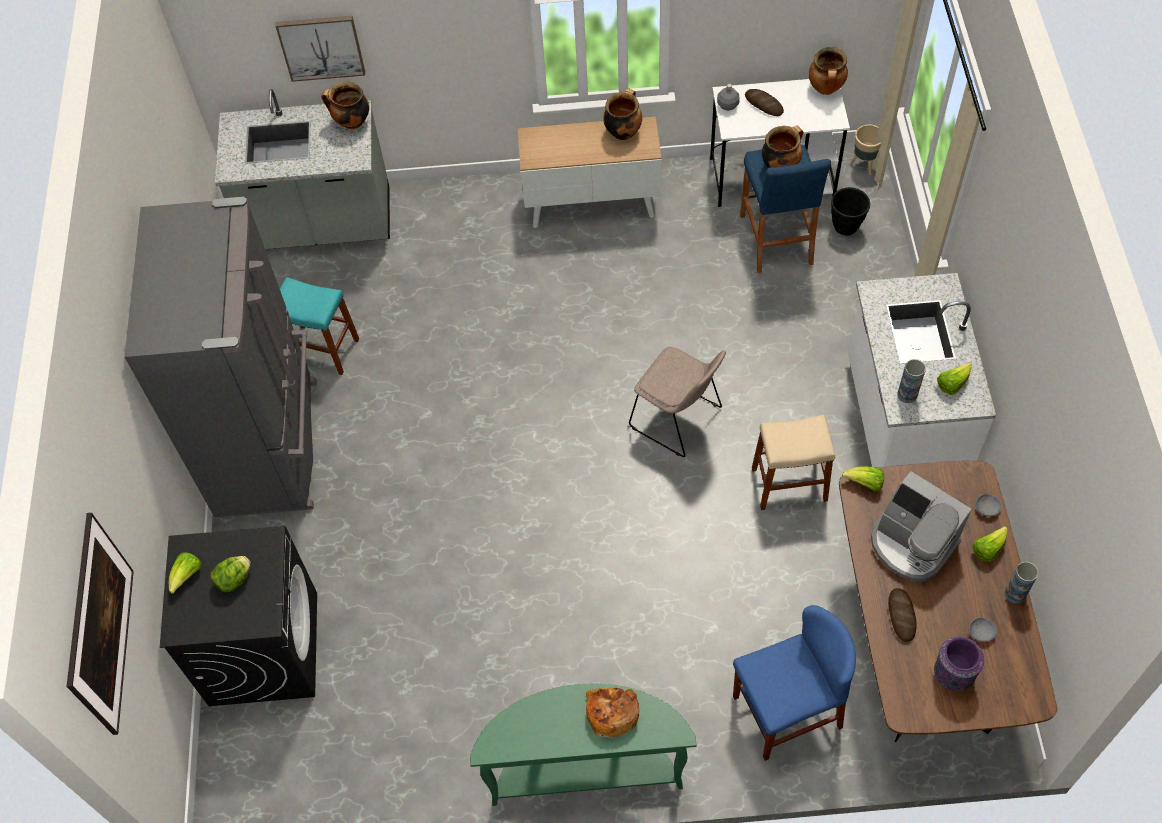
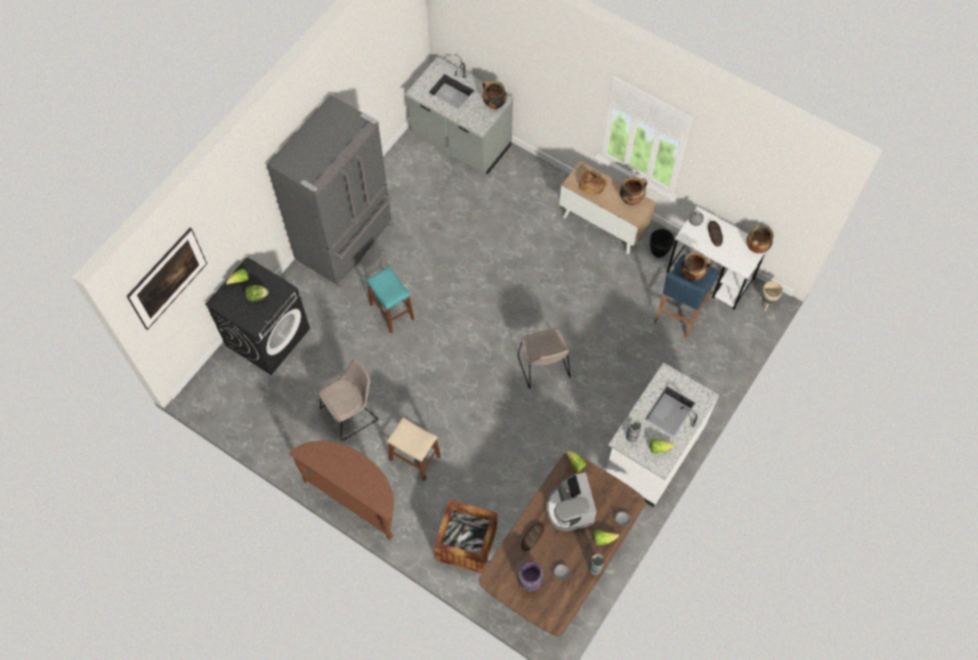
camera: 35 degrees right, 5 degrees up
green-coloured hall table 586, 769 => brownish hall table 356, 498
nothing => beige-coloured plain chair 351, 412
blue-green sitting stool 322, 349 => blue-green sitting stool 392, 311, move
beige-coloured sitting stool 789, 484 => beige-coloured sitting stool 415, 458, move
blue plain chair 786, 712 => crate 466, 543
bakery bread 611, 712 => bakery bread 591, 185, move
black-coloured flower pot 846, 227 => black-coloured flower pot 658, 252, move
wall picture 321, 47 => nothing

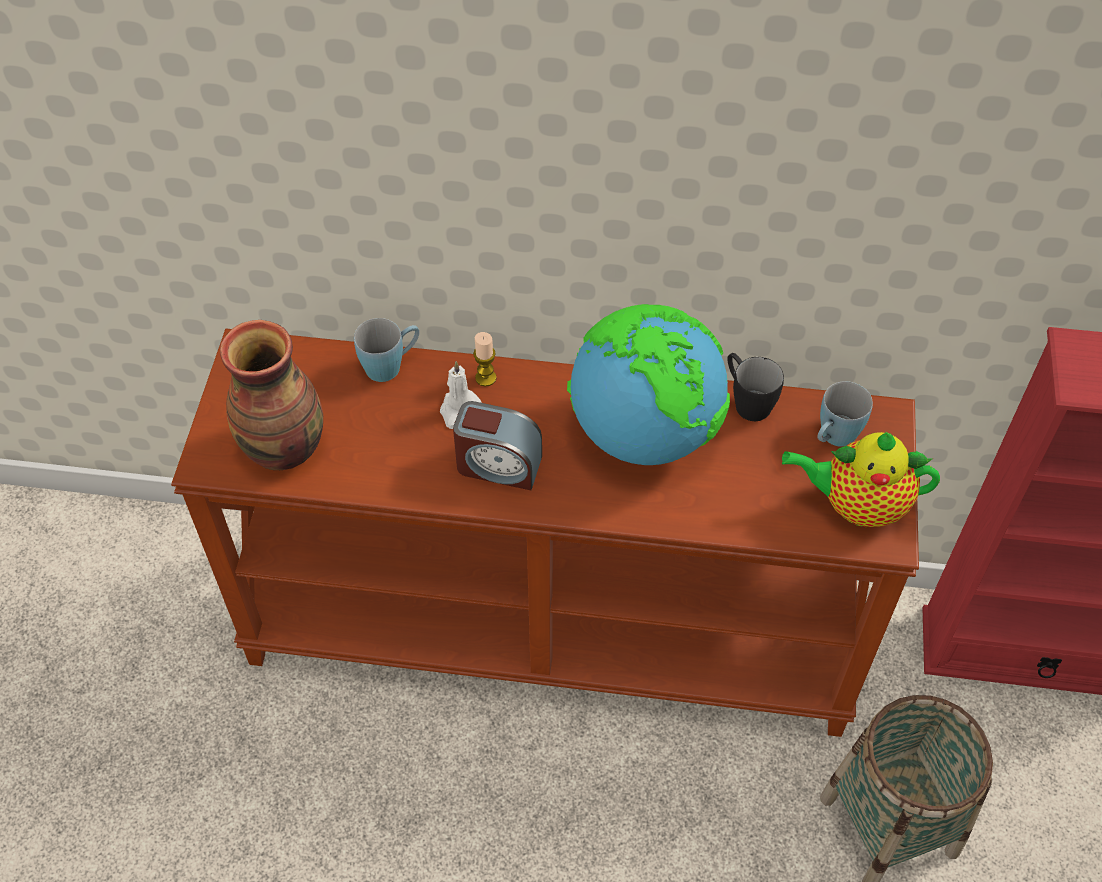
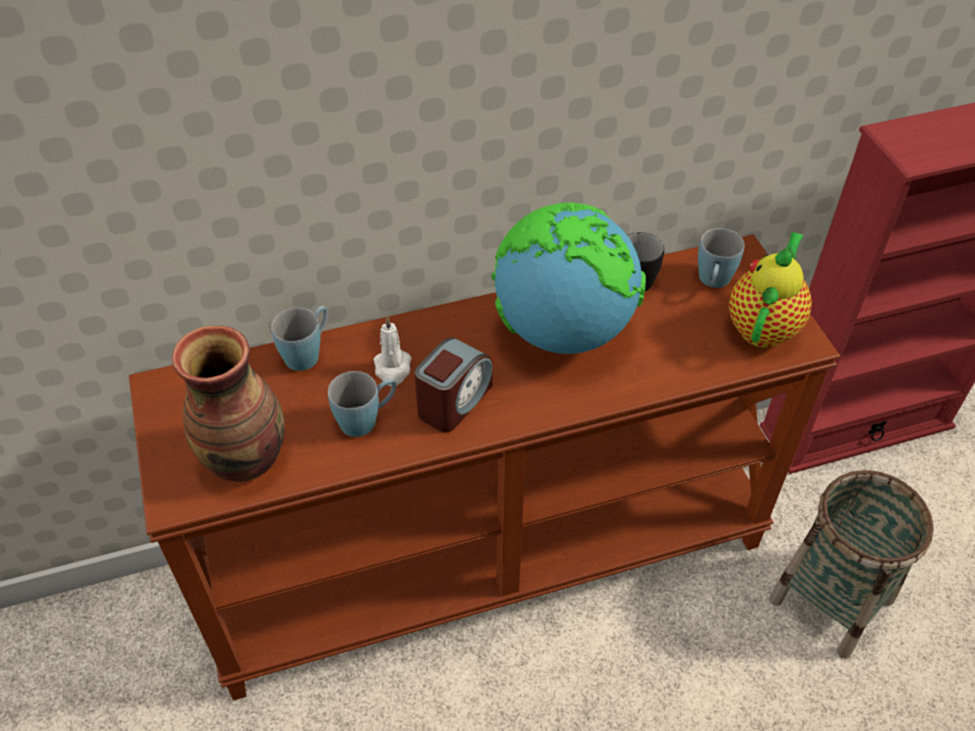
camera: 25 degrees left, 5 degrees down
nothing => blue coffee mug 366, 419
table clock 498, 465 => table clock 454, 401, 45 degrees counterclockwise
teapot 856, 505 => teapot 764, 325, 135 degrees clockwise
wax candle 485, 378 => nothing

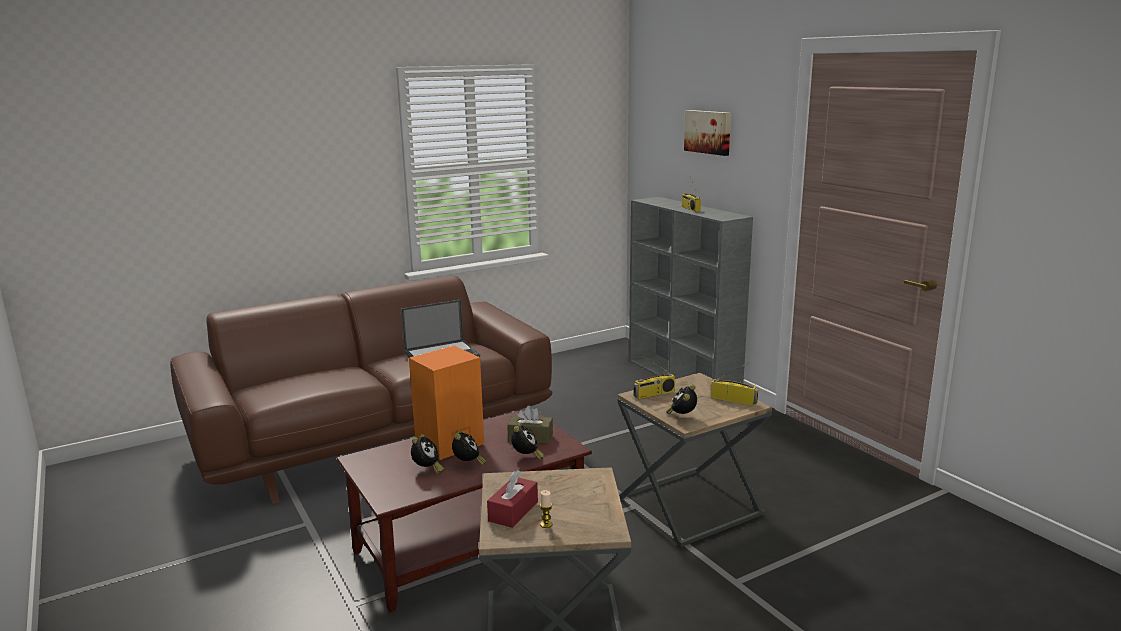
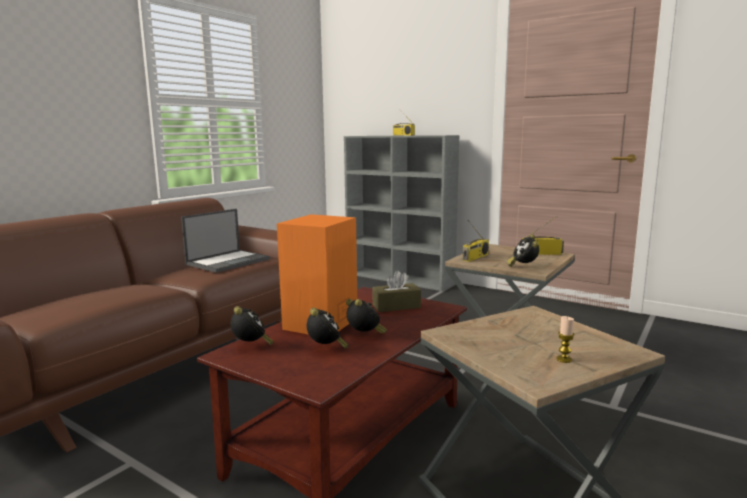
camera: 25 degrees left, 5 degrees down
table clock 526, 457 => table clock 251, 346, move
reddish tissue box 513, 511 => nothing
wall picture 708, 132 => nothing

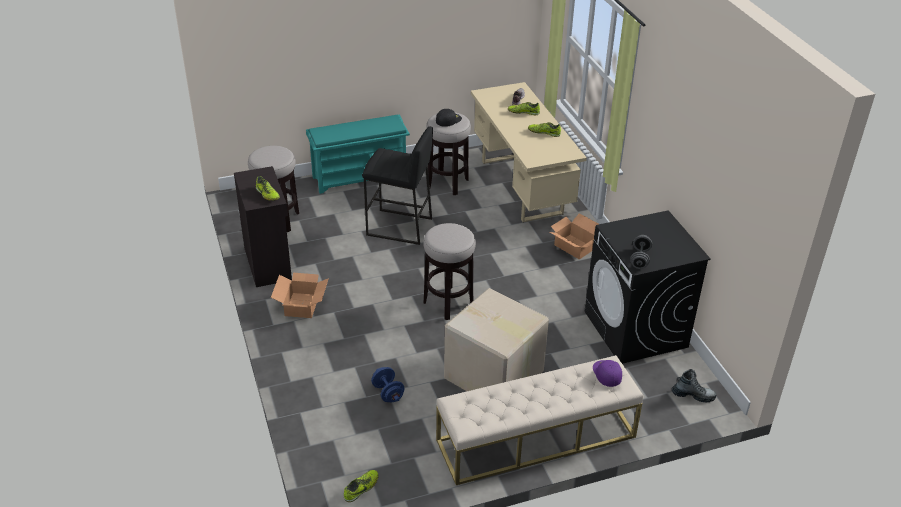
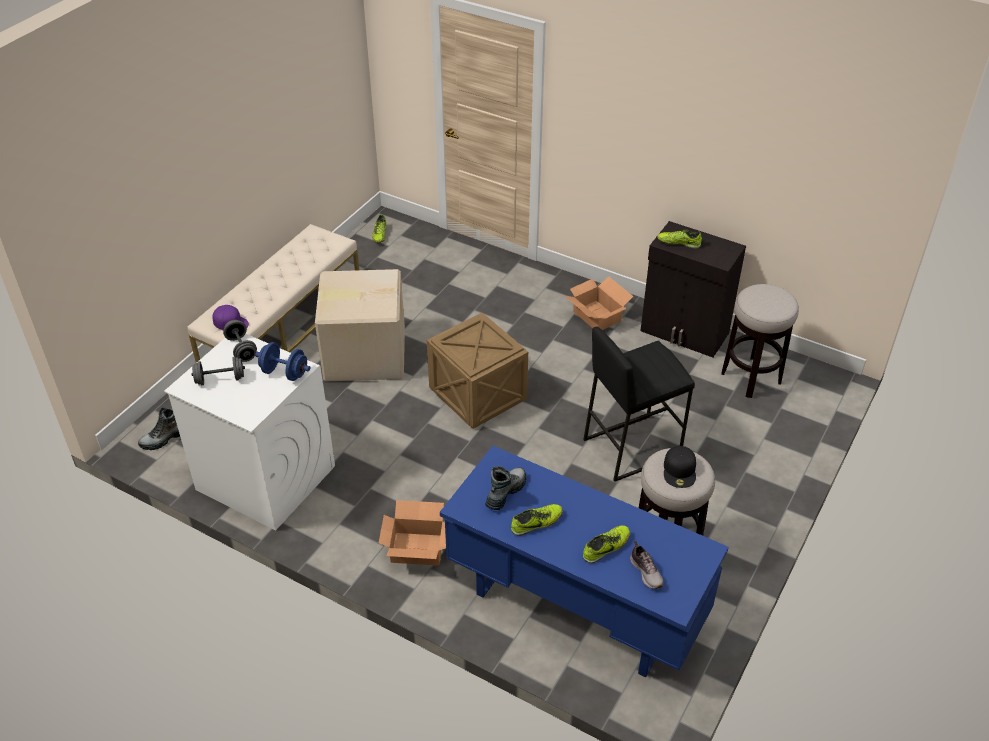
camera: 140 degrees right, 5 degrees up
black-coloured washing machine 636, 329 => white washing machine 265, 477
nothing => grey hand weight 220, 379
blue hand weight 388, 393 => blue hand weight 284, 373, move
sitting stool 448, 303 => crate 477, 393
beige-coloured desk unit 522, 187 => blue desk unit 573, 609
nothing => boot 505, 492
blue-green shoe shelf 360, 177 => nothing

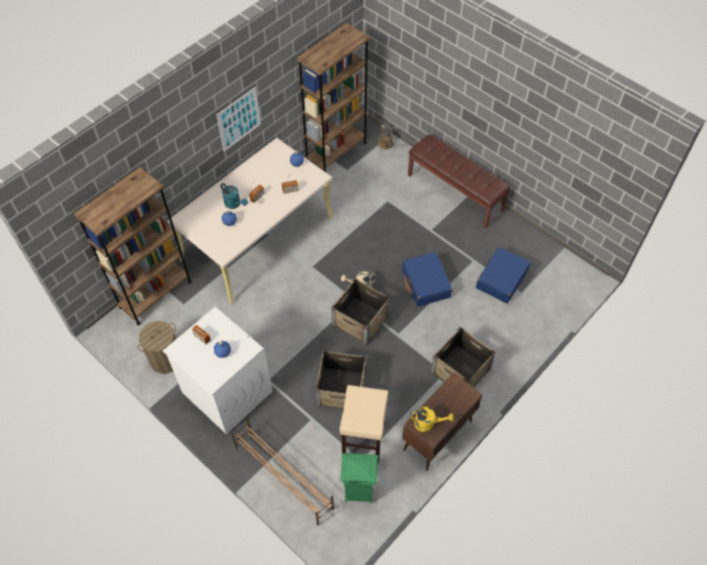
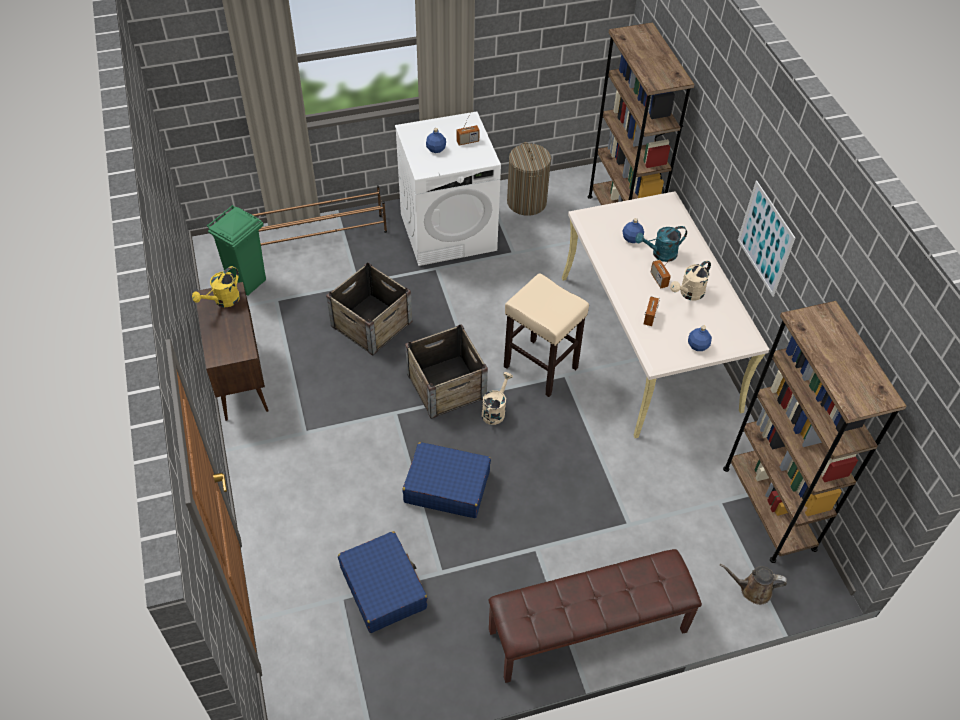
camera: 120 degrees right, 5 degrees down
beige-coloured sitting stool 363, 440 => beige-coloured sitting stool 539, 367, move
nothing => beige-coloured watering can 689, 294
crate 460, 370 => nothing

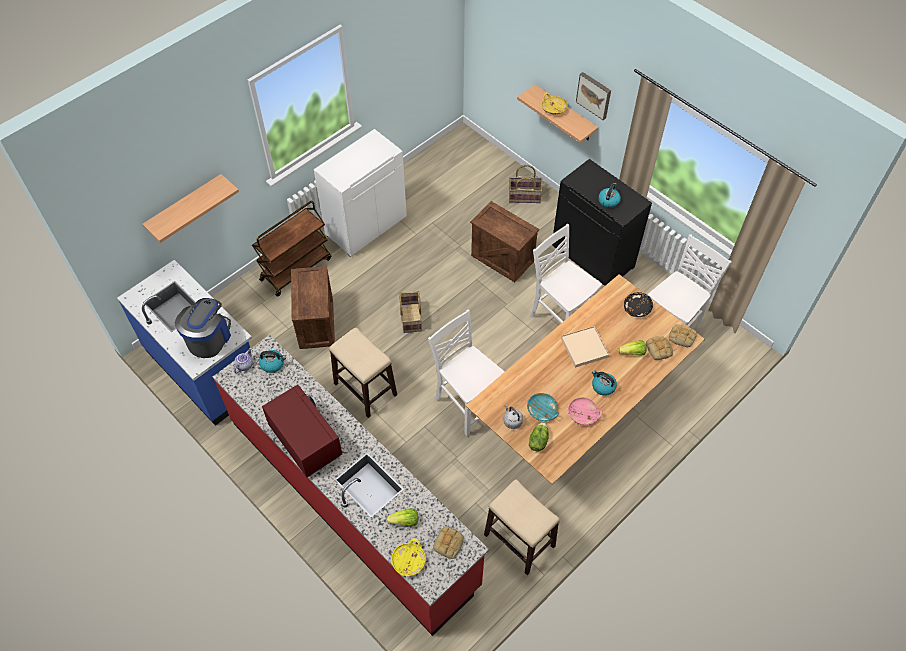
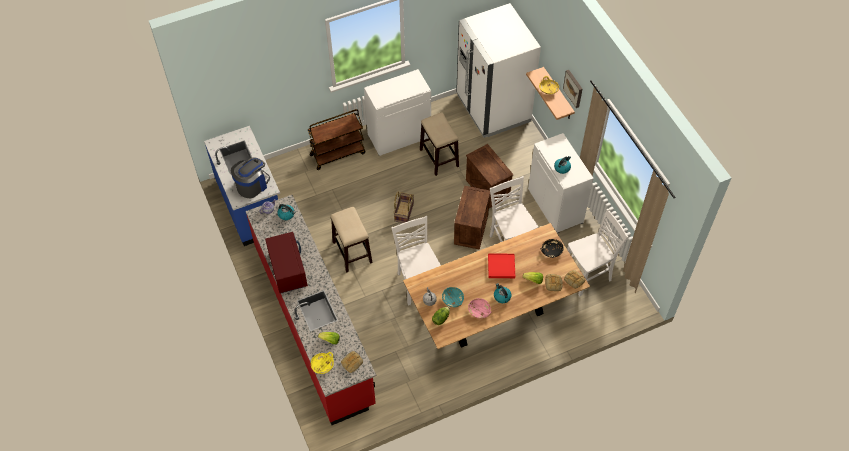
camera: 20 degrees right, 0 degrees up
sitting stool 520, 541 => sitting stool 439, 158, move
crate 315, 323 => crate 470, 229, move
nothing => white fridge 493, 108
beige-coloured serving tray 584, 348 => reddish serving tray 501, 267
black-coloured storage cabinet 593, 256 => white storage cabinet 556, 206
wall shelf 185, 207 => nothing
storage basket 524, 196 => nothing

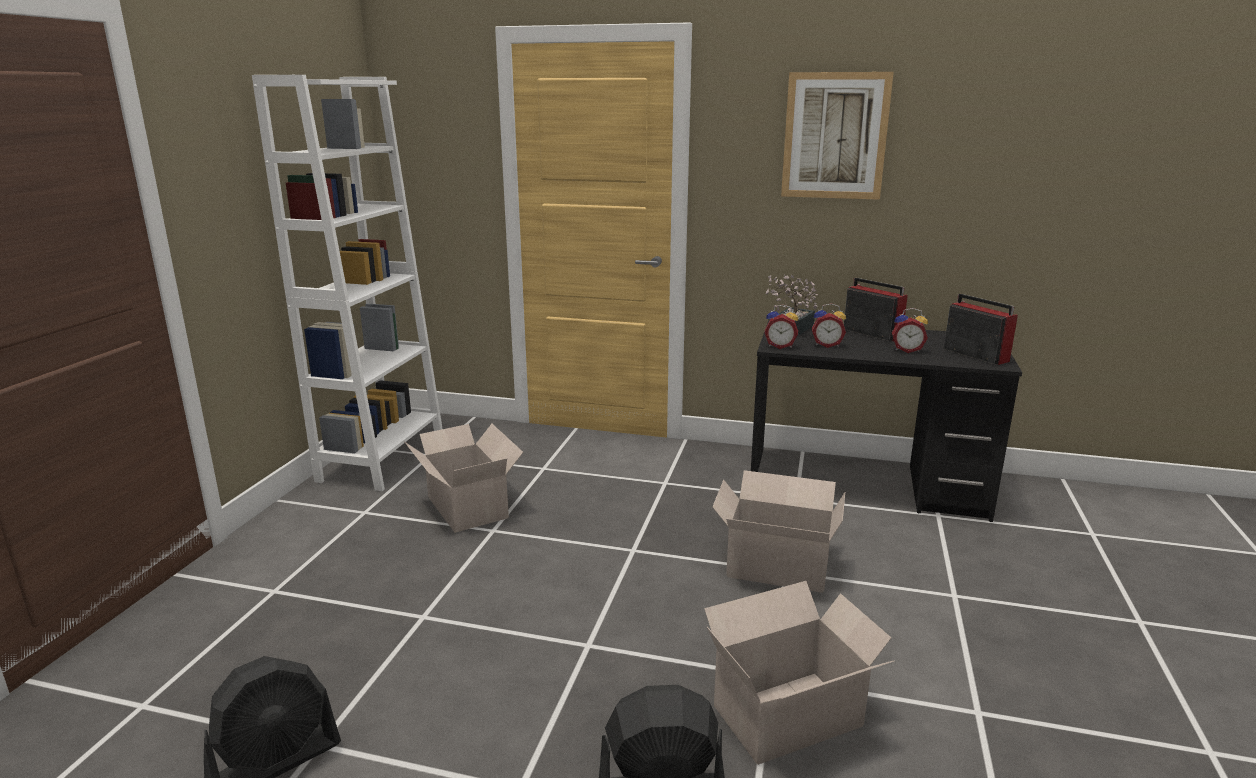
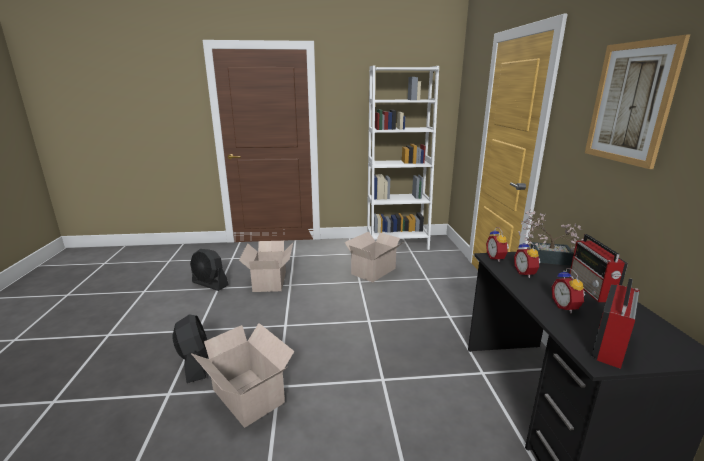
camera: 70 degrees right, 0 degrees up
cardboard box 774, 566 => cardboard box 270, 280, move
radio set 870, 333 => radio set 591, 289, 150 degrees clockwise

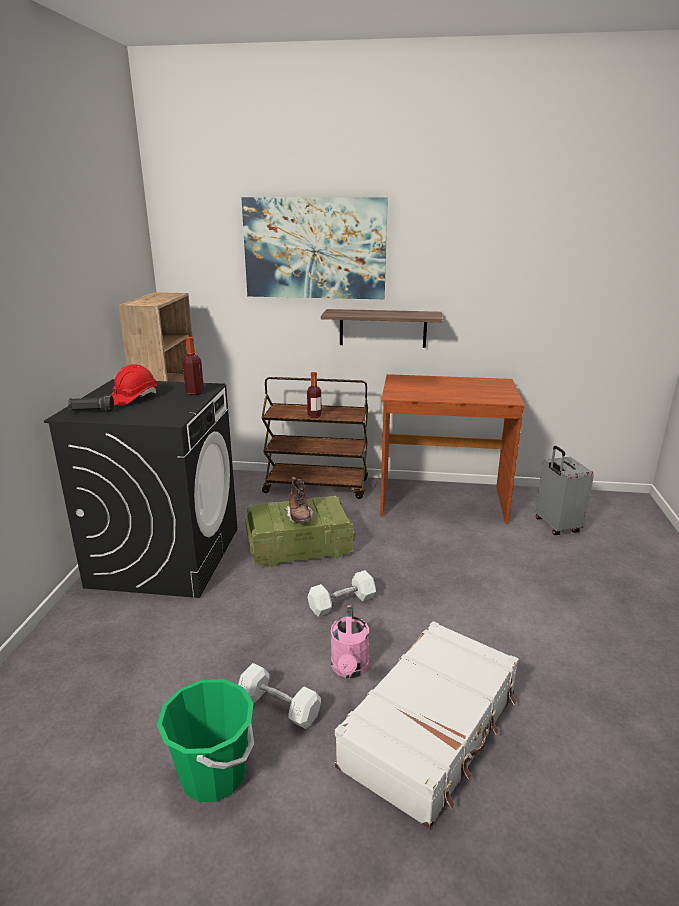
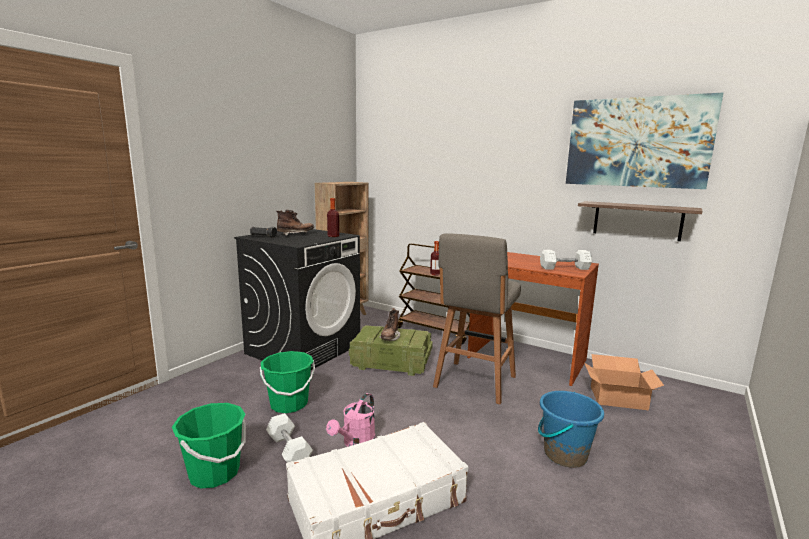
camera: 25 degrees right, 10 degrees down
nothing => green-coloured water bucket 289, 404
reddish safety helmet 134, 398 => brownish boot 295, 234
nothing => grey sitting stool 474, 383
nothing => blue water bucket 564, 454
white hand weight 342, 603 => white hand weight 564, 268, move
wall picture 315, 248 => wall picture 637, 142, move
wall shelf 382, 328 => wall shelf 637, 220, move
grey travel case 556, 526 => cardboard box 617, 397

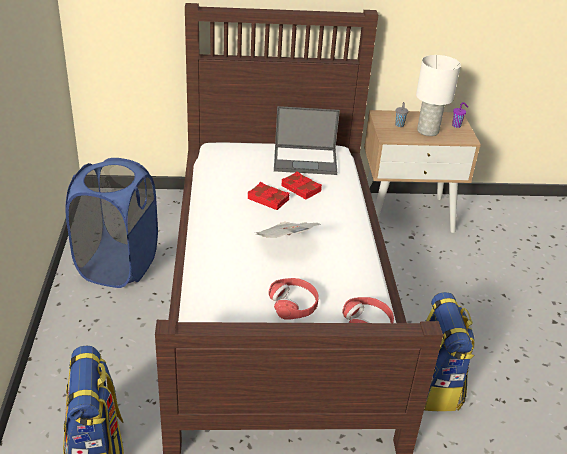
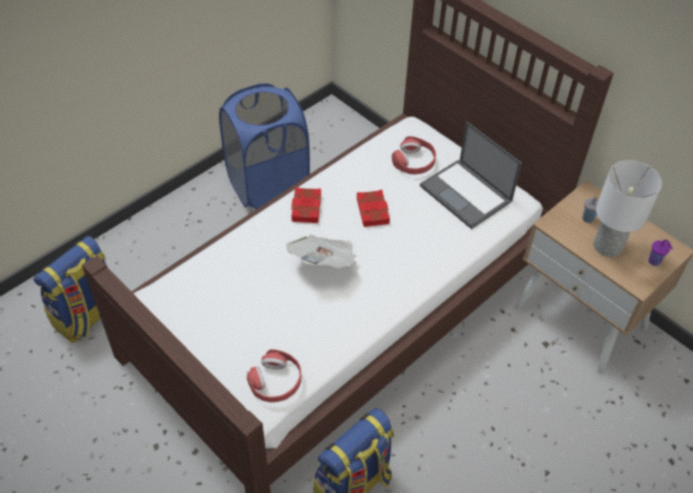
camera: 50 degrees right, 15 degrees up
reddish bound book 300, 189 => reddish bound book 305, 208, move
reddish headset 293, 304 => reddish headset 414, 162, move

